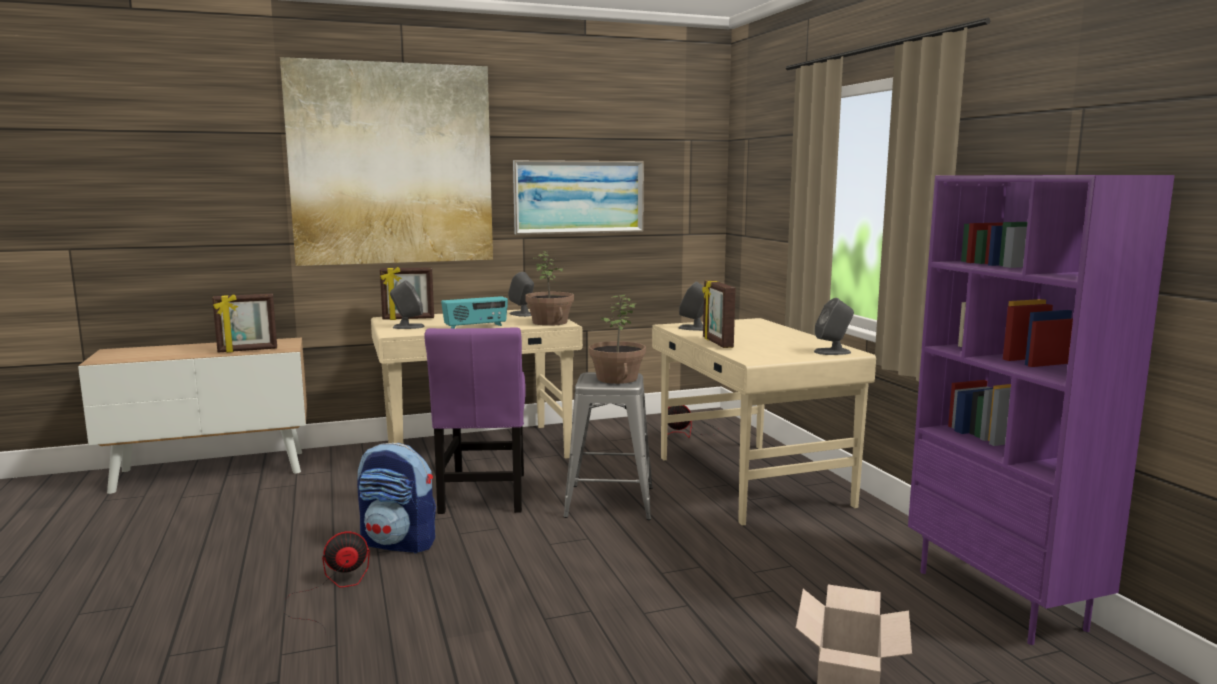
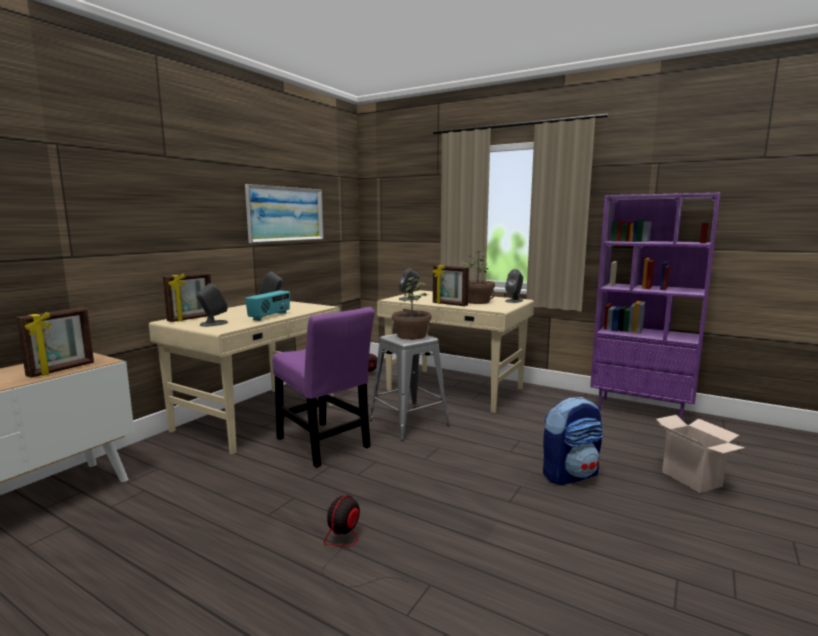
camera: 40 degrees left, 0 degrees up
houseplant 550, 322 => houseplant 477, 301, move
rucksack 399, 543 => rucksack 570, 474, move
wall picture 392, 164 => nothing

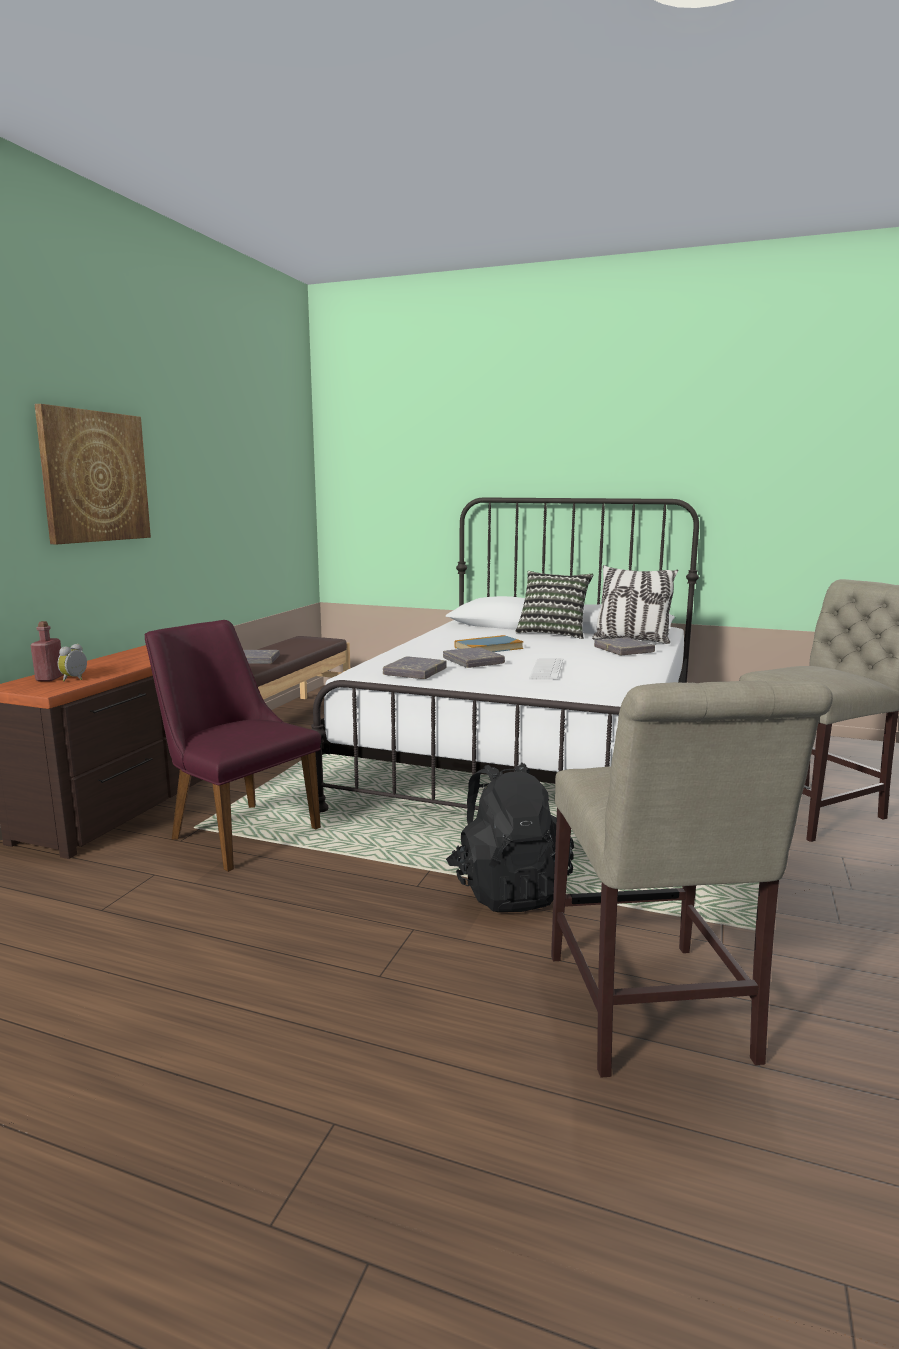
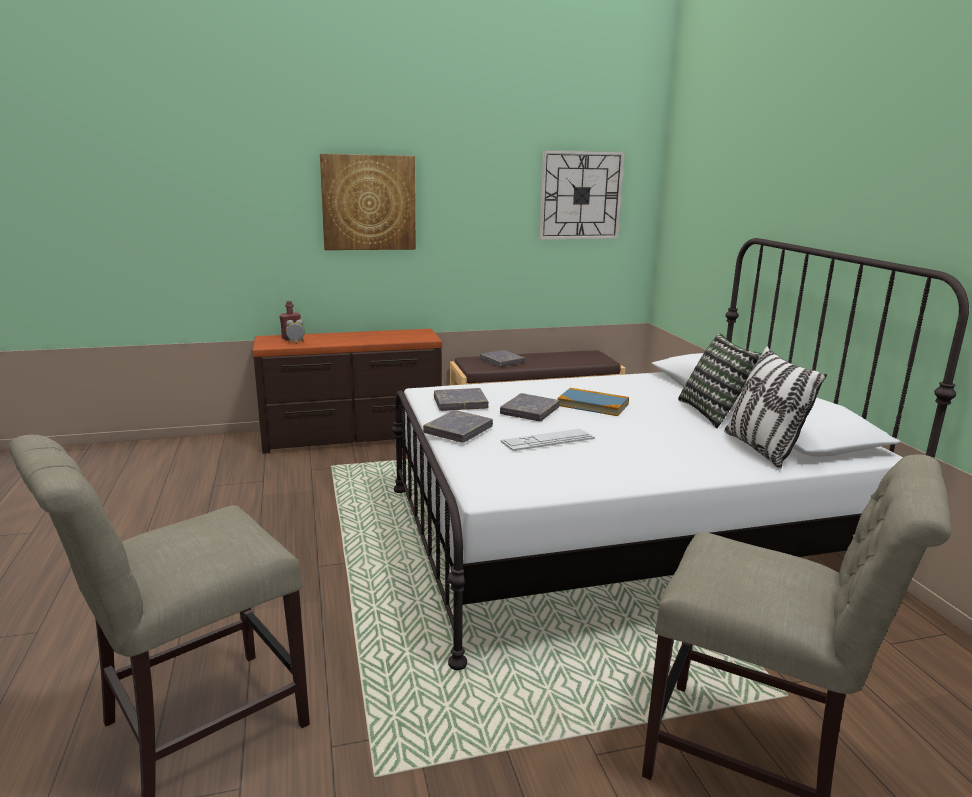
camera: 55 degrees right, 5 degrees up
grey bound book 623, 650 => grey bound book 458, 430, move
nothing => hanging clock 581, 195
purple-coloured plain chair 236, 830 => nothing
black-coloured rucksack 507, 889 => nothing

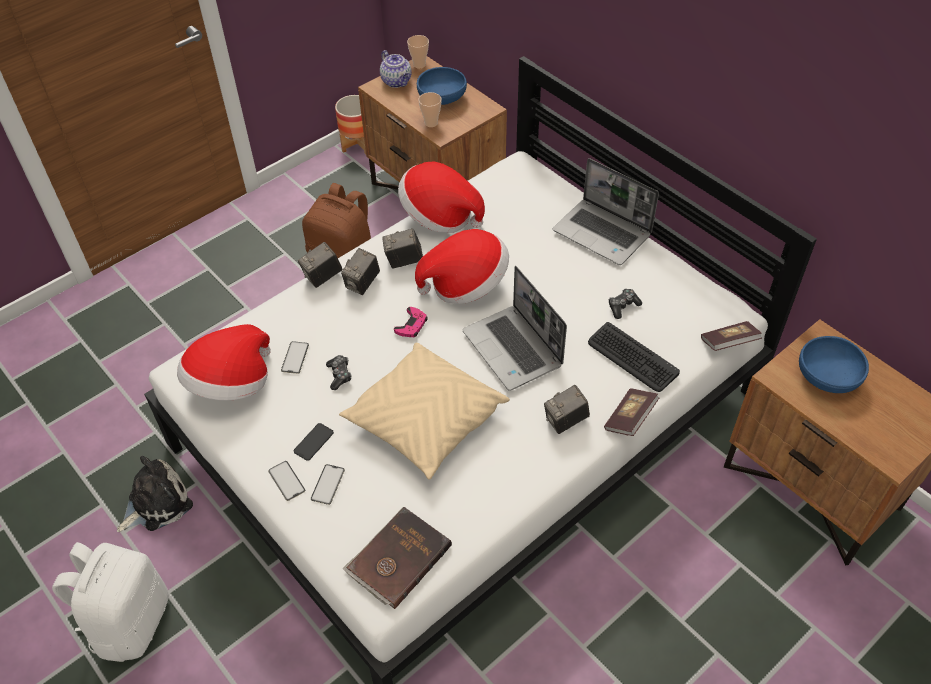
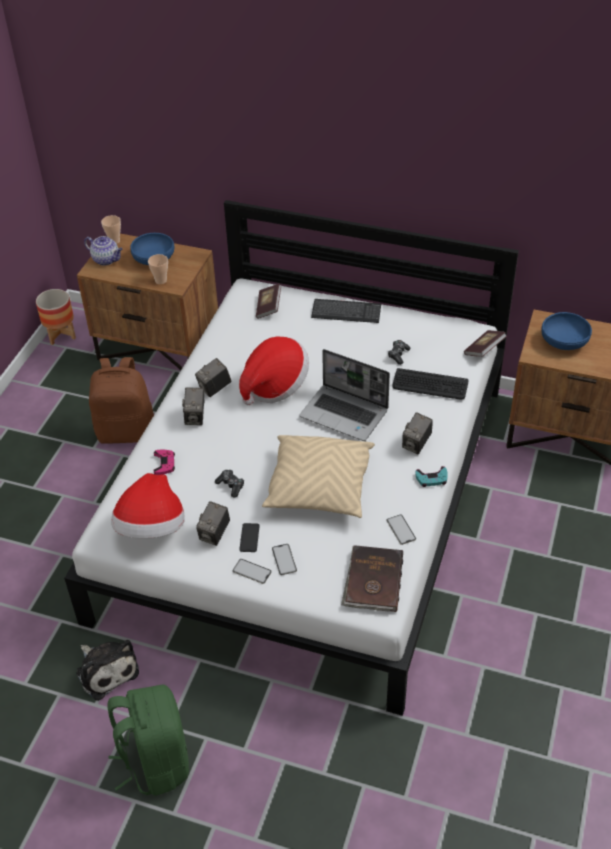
camera: 30 degrees left, 5 degrees down
plush toy 156, 503 => plush toy 106, 670, 120 degrees clockwise
white rucksack 130, 622 => green-coloured rucksack 155, 761
pink-coloured joypad 411, 325 => pink-coloured joypad 164, 464, move
still camera 322, 277 => still camera 214, 534, move
bound book 630, 419 => bound book 268, 307, move
notebook computer 603, 233 => computer keyboard 346, 312
handset 295, 357 => handset 401, 529, move
nothing => blue-green joypad 432, 479
wearable hat 439, 216 => nothing

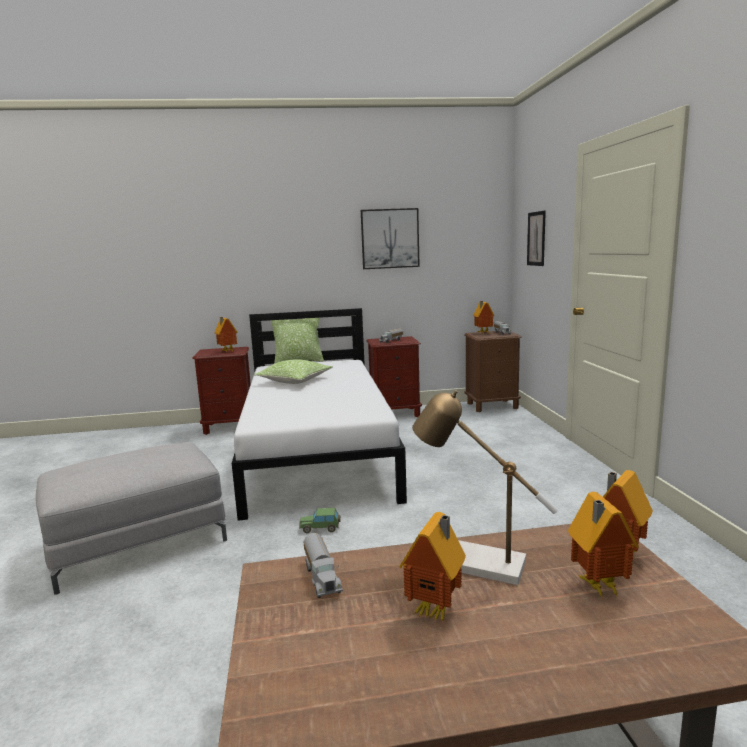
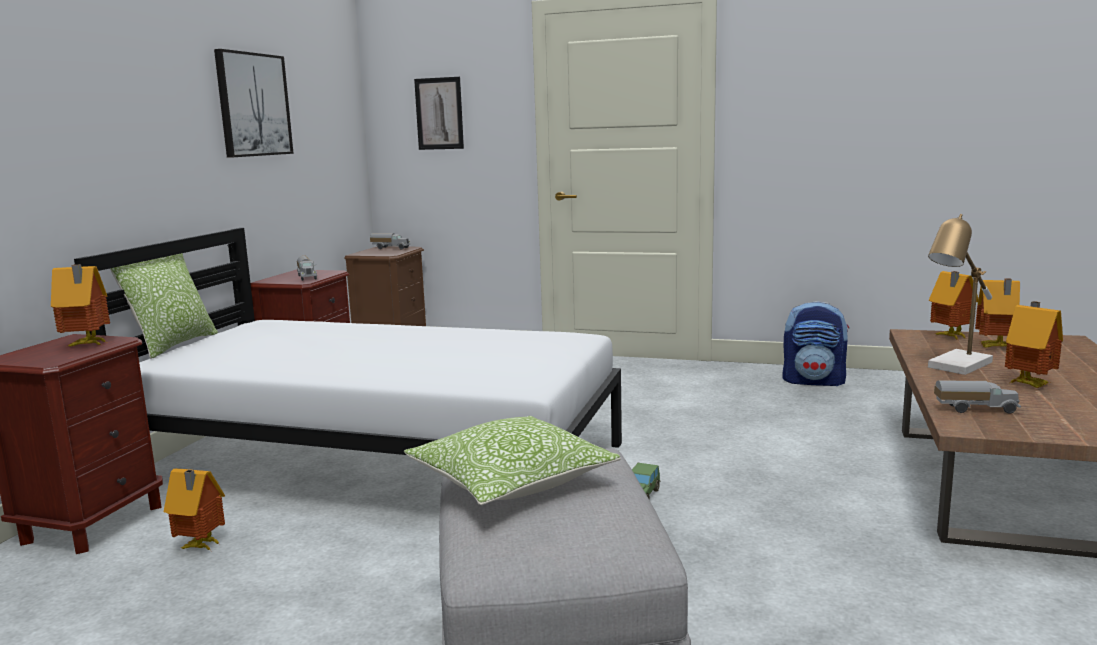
camera: 65 degrees left, 0 degrees up
toy house 482, 333 => toy house 199, 547, move
cushion 294, 381 => cushion 511, 482, move
nothing => rucksack 814, 381

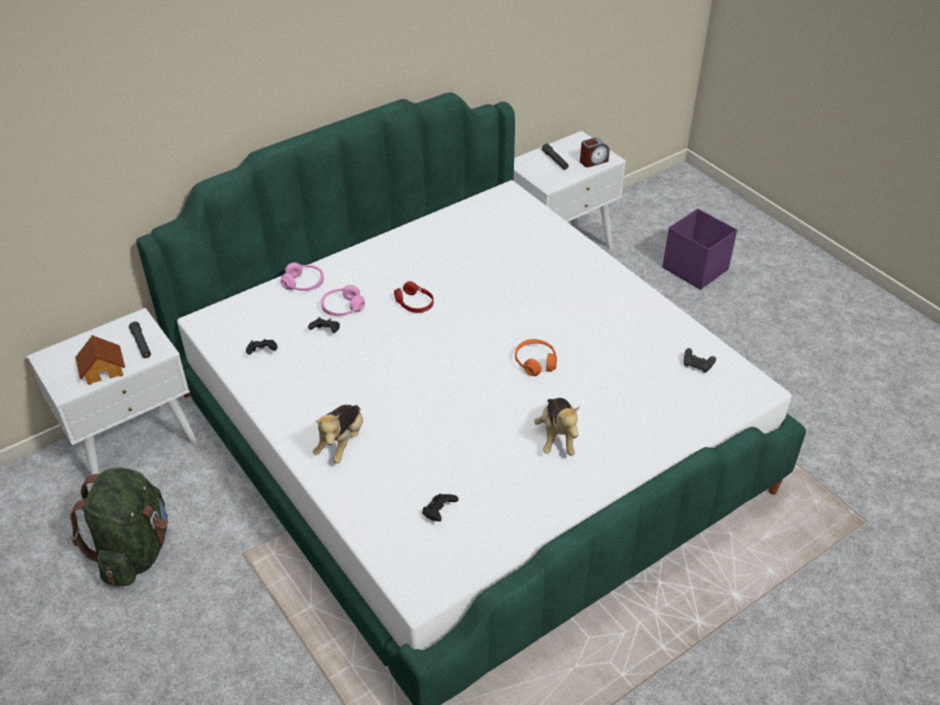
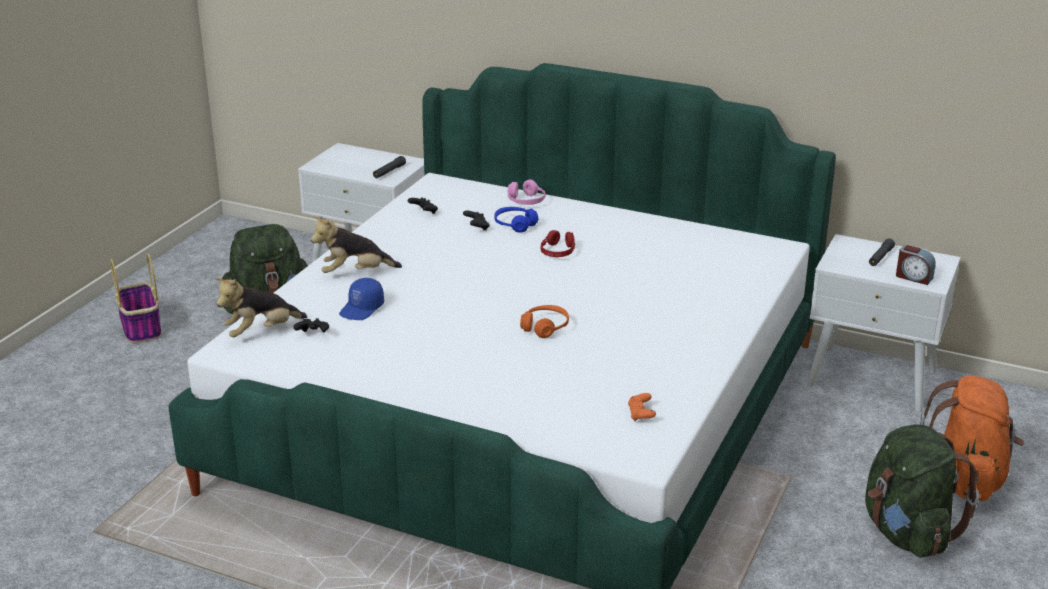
camera: 60 degrees right, 15 degrees down
nothing => storage basket 141, 327
plush toy 557, 436 => plush toy 261, 332, move
nothing => blue baseball cap 362, 309
pink-coloured headset 342, 308 => blue headset 515, 225
black-coloured joypad 697, 365 => orangey joypad 641, 414
nothing => green-coloured rucksack 907, 533
purple-coloured storage container 694, 268 => orangey rucksack 966, 478
toy house 103, 369 => nothing

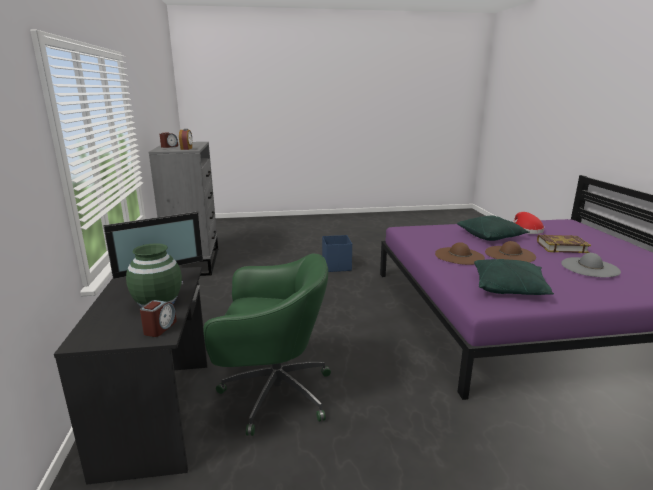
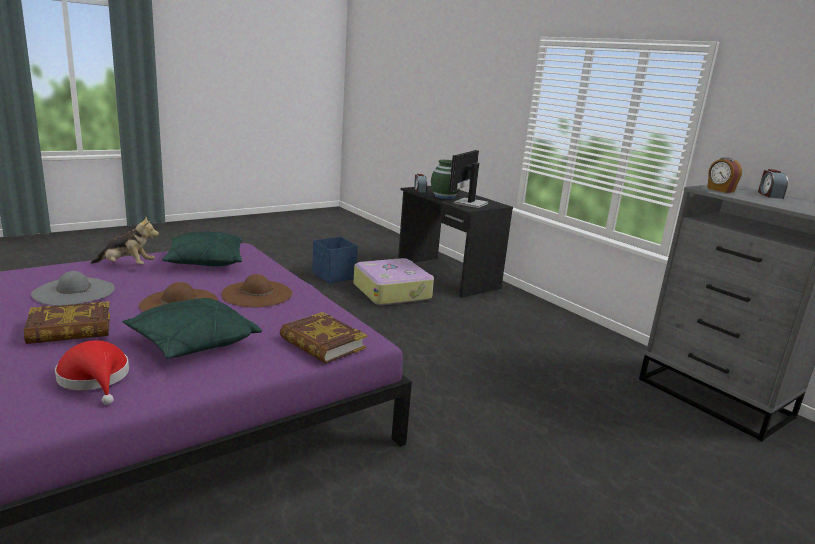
camera: 150 degrees right, 0 degrees up
nothing => plush toy 127, 266
nothing => bound book 322, 344
blue storage container 336, 266 => blue storage container 334, 276, move
green-coloured desk chair 273, 393 => travel case 392, 291

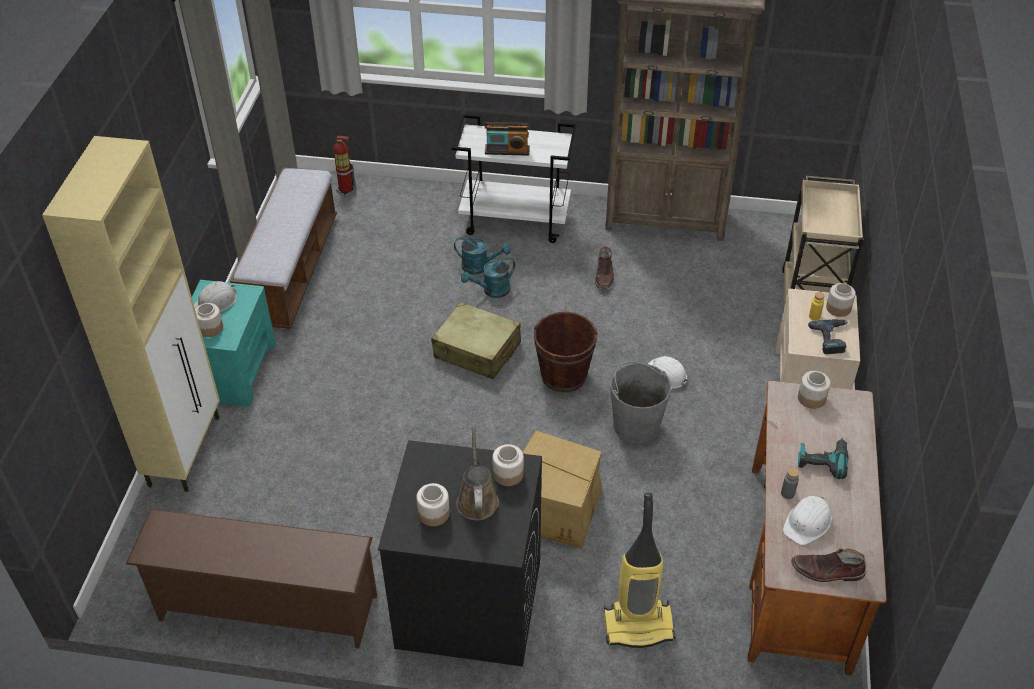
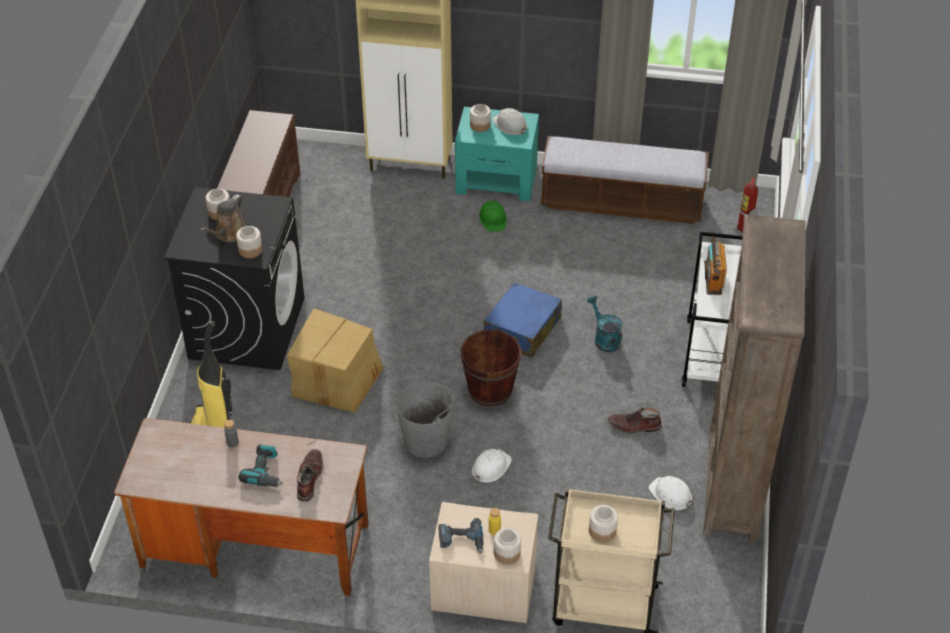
camera: 90 degrees right, 0 degrees up
brownish watering can 477, 499 => brownish watering can 229, 234, 120 degrees clockwise
brownish boot 827, 571 => brownish boot 309, 478, move
nothing => green-coloured safety helmet 493, 219
beige-coloured travel case 477, 350 => blue travel case 522, 329
storage jar 811, 398 => storage jar 602, 531, move
white safety helmet 807, 522 => white safety helmet 671, 495, move
blue-green watering can 480, 266 => nothing

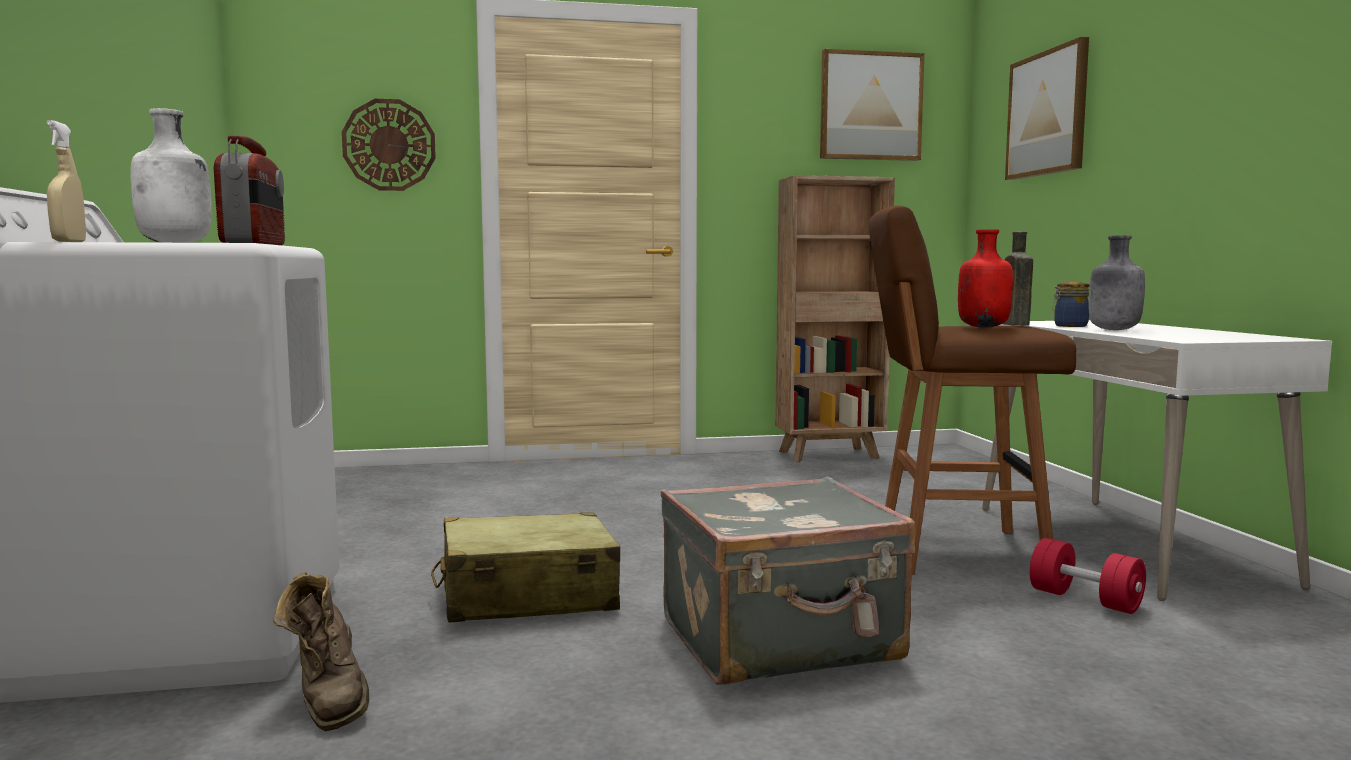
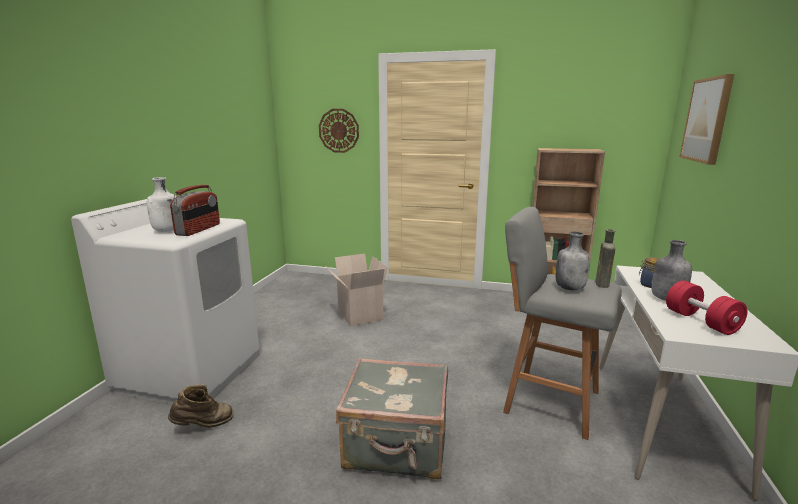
camera: 25 degrees right, 10 degrees up
brownish boot 329, 701 => brownish boot 204, 426, 120 degrees counterclockwise
nothing => cardboard box 358, 315
brownish sitting stool 953, 551 => grey sitting stool 548, 400
reddish beverage bottle 983, 327 => grey beverage bottle 570, 288
reddish hand weight 1085, 600 => reddish hand weight 701, 321, move
beige-coloured hand sprayer 69, 241 => nothing
beige-coloured travel case 527, 596 => nothing
wall picture 870, 106 => nothing

